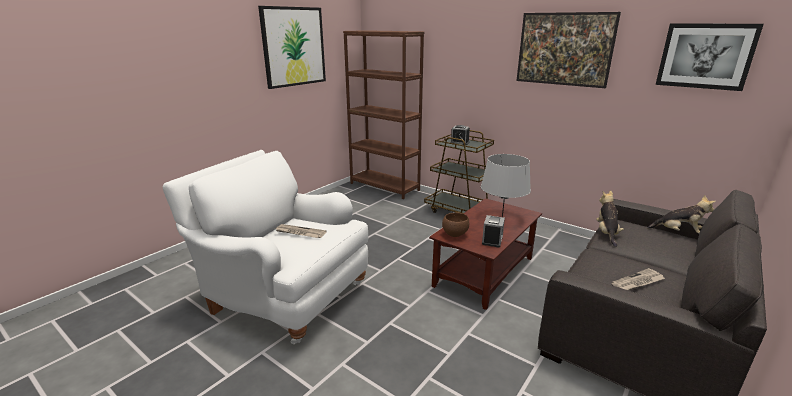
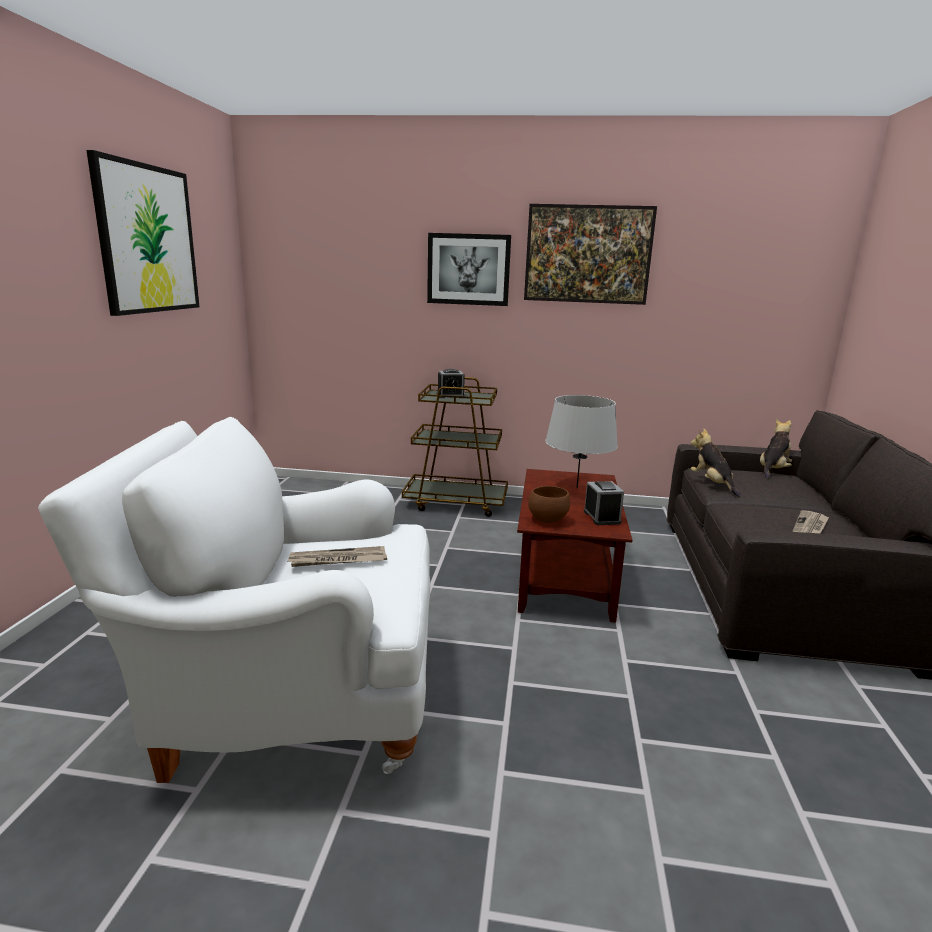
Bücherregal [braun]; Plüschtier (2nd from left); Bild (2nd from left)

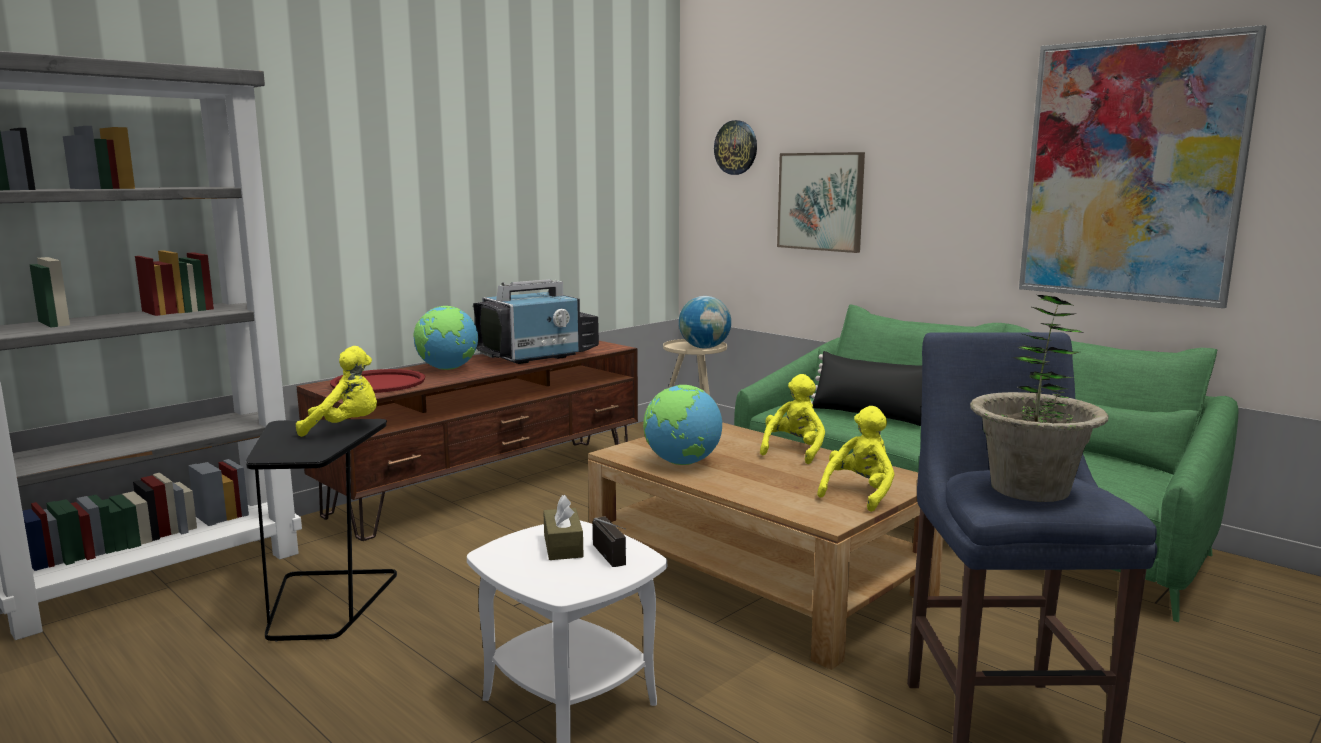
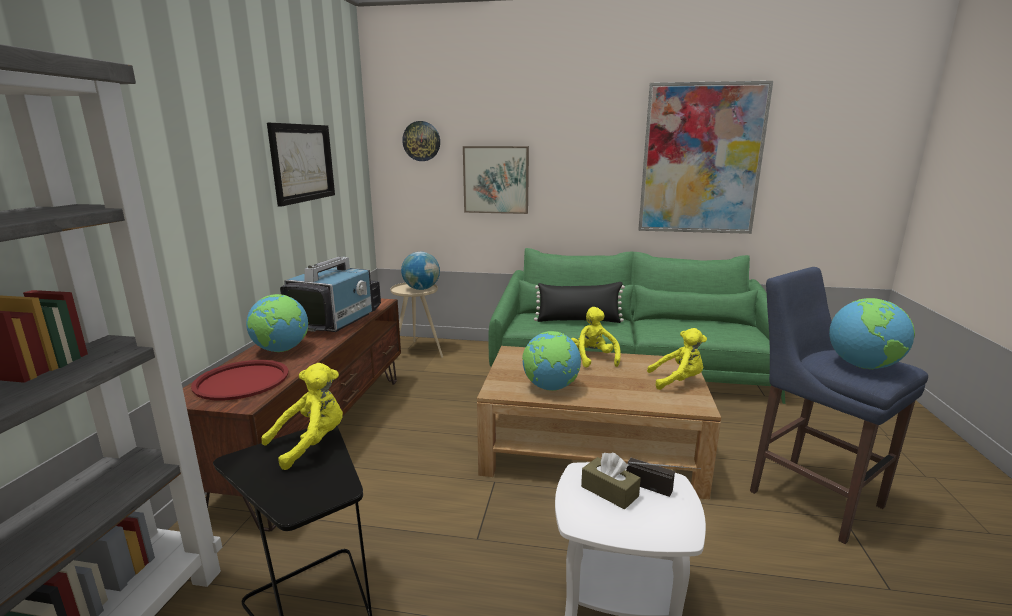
Plüschtier [gelb] (3rd from left); Globus (4th from left); Bild (1st from left)

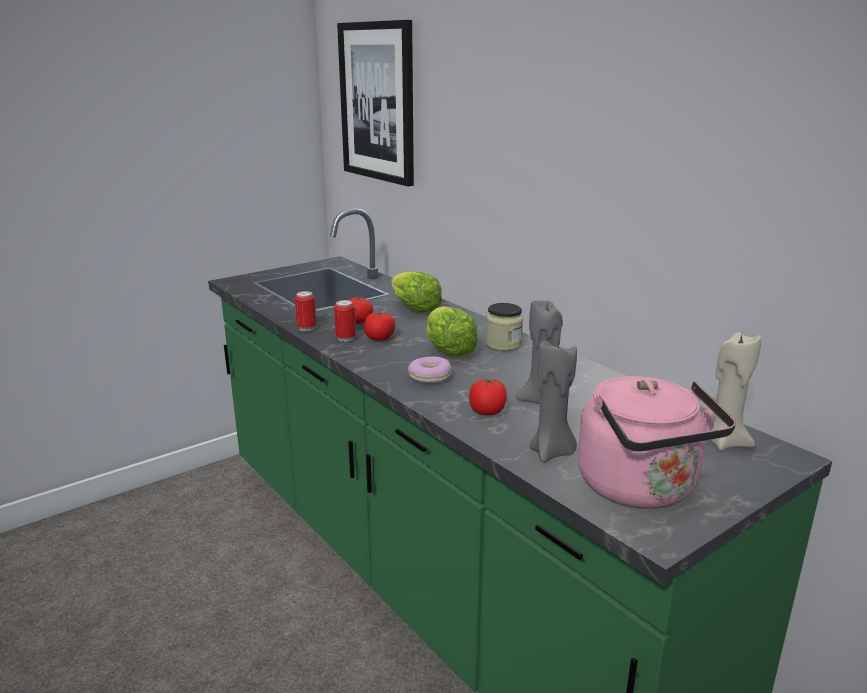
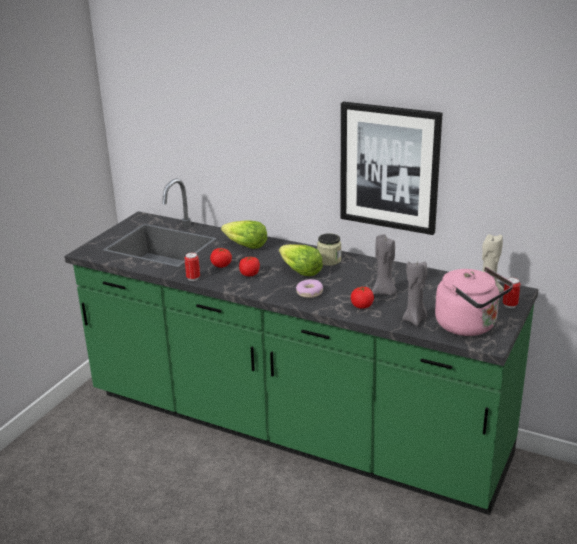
Dose (2nd from left); Bild

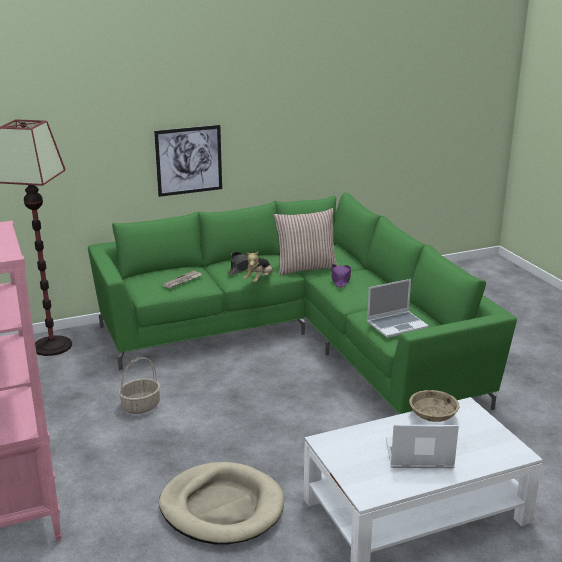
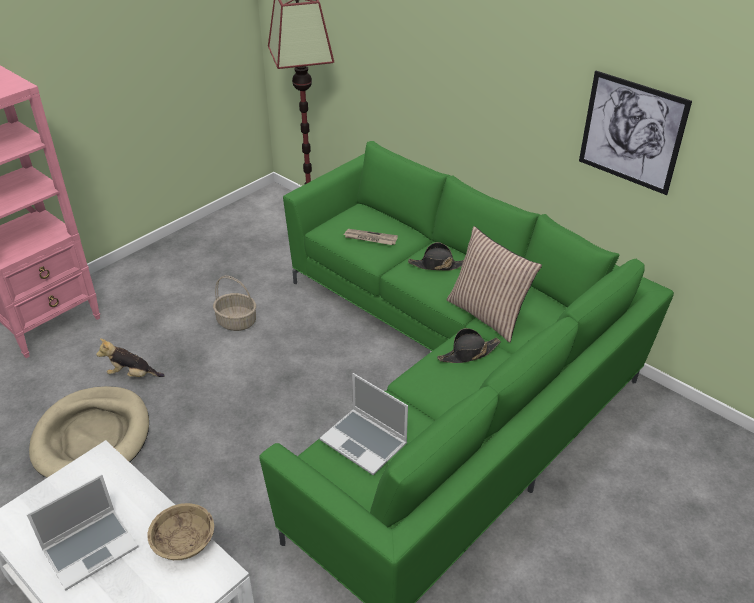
Bild; Plüschtier; Hut [schwarz] (2nd from left); Laptop (1st from left)

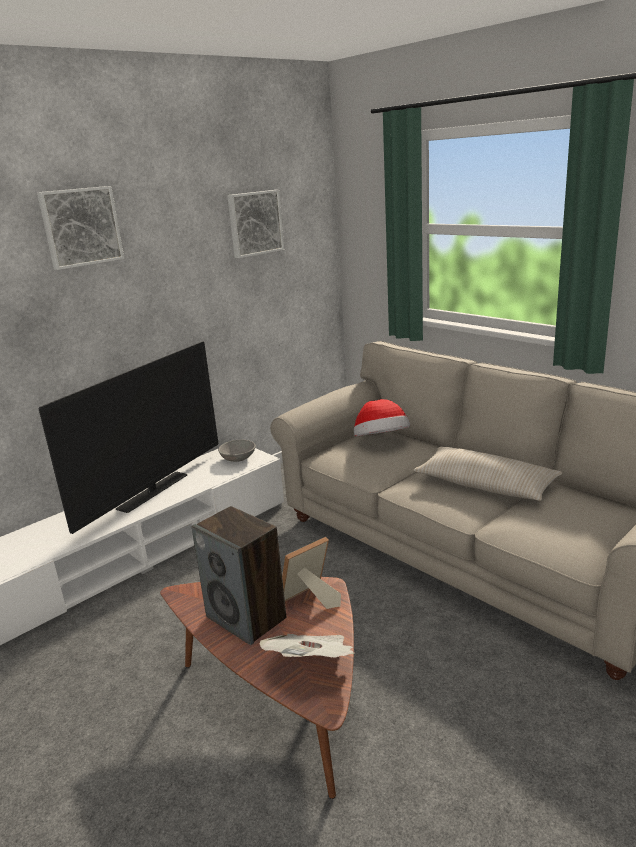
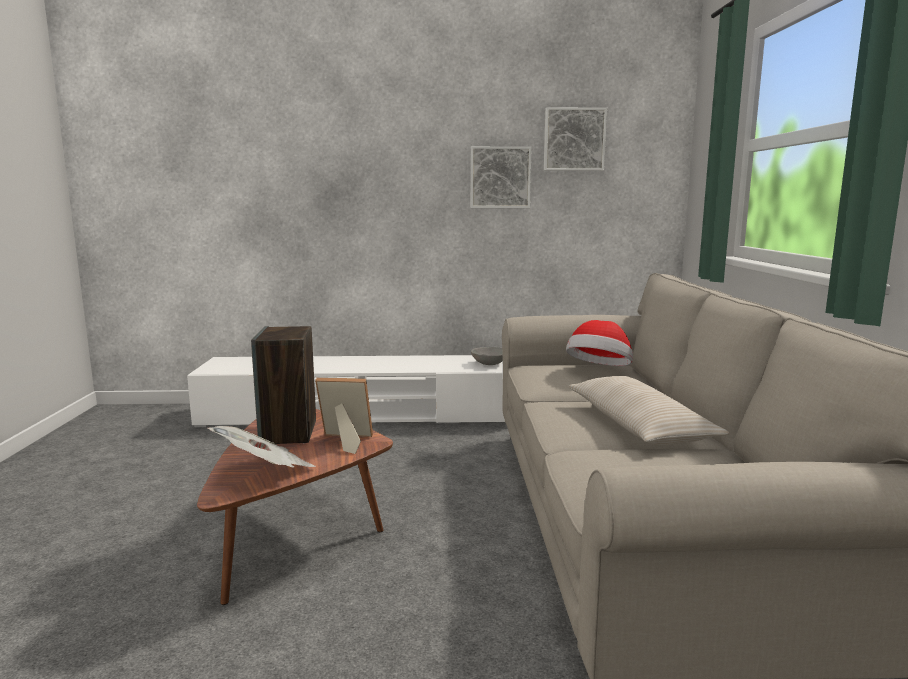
Bild (1st from left); Fernseher

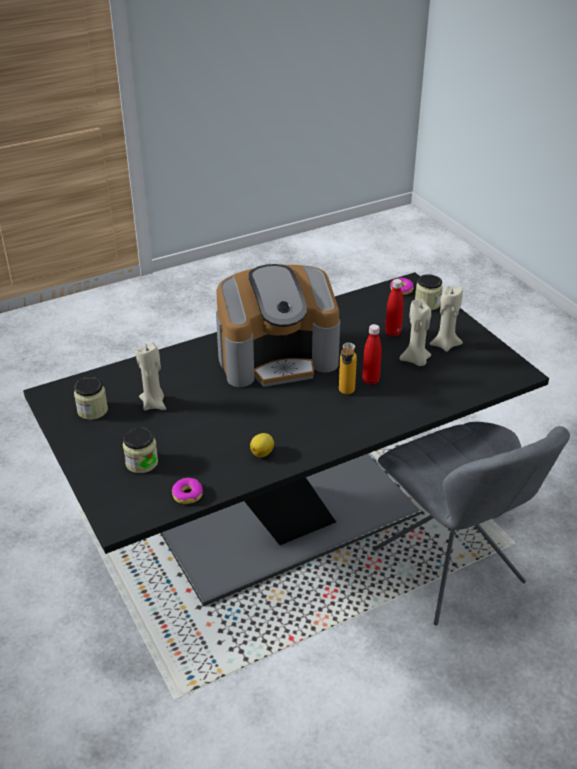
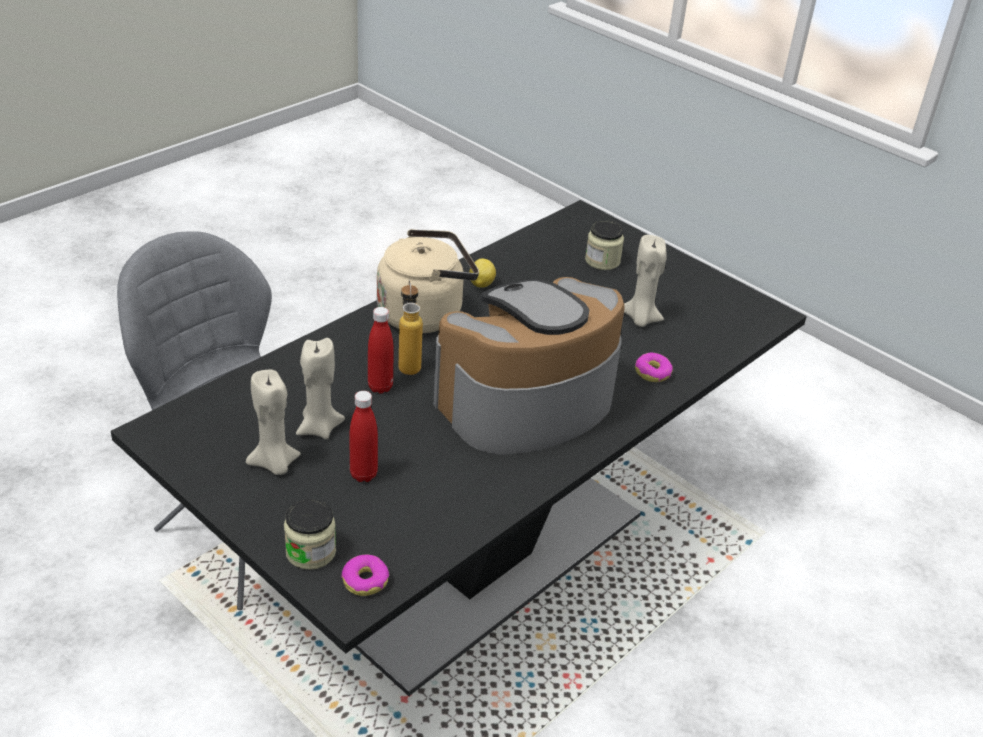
Vorratsglas (1st from left in the first image); Donut (2nd from left); Wasserkessel [beige]

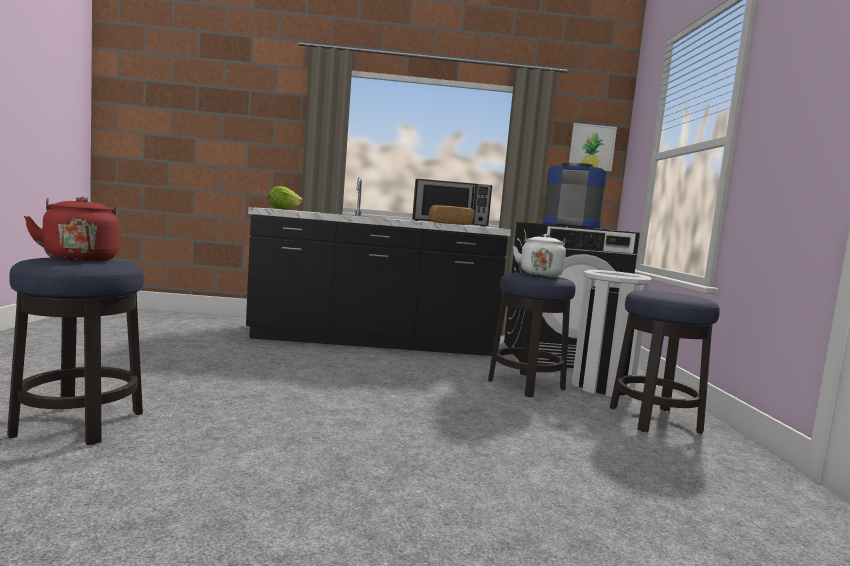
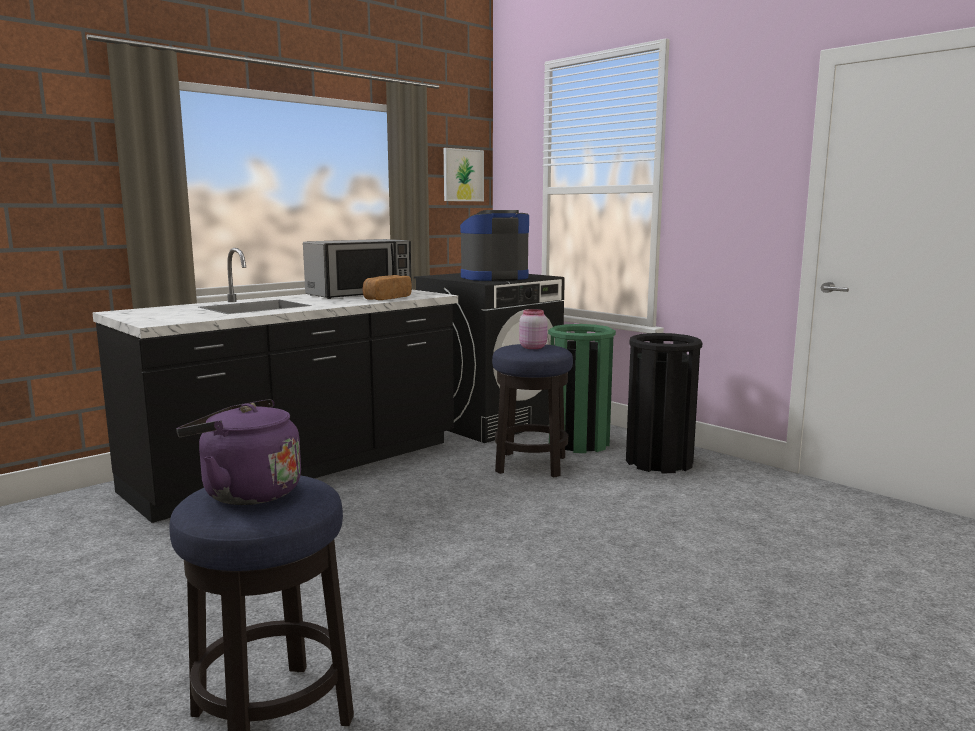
Wasserkessel [lila]; Salatkopf; Vorratsglas [rosa]; Mülleimer [grün]; Mülleimer [schwarz]

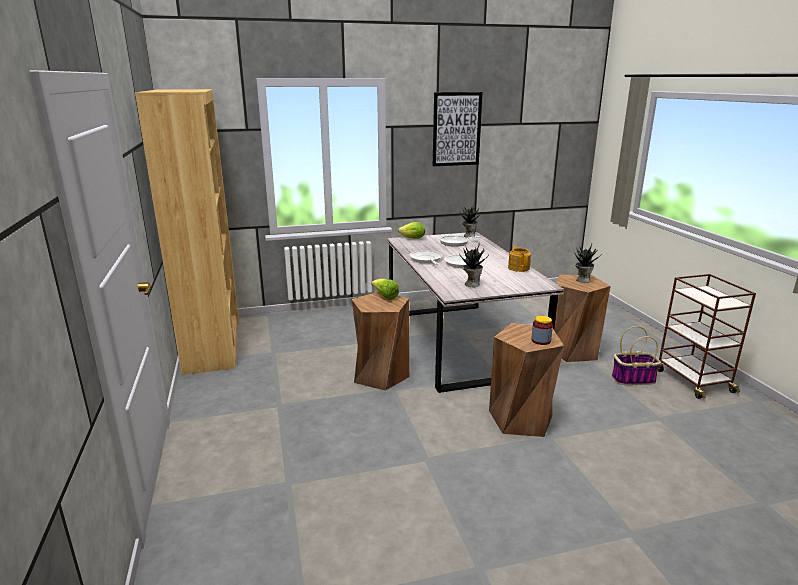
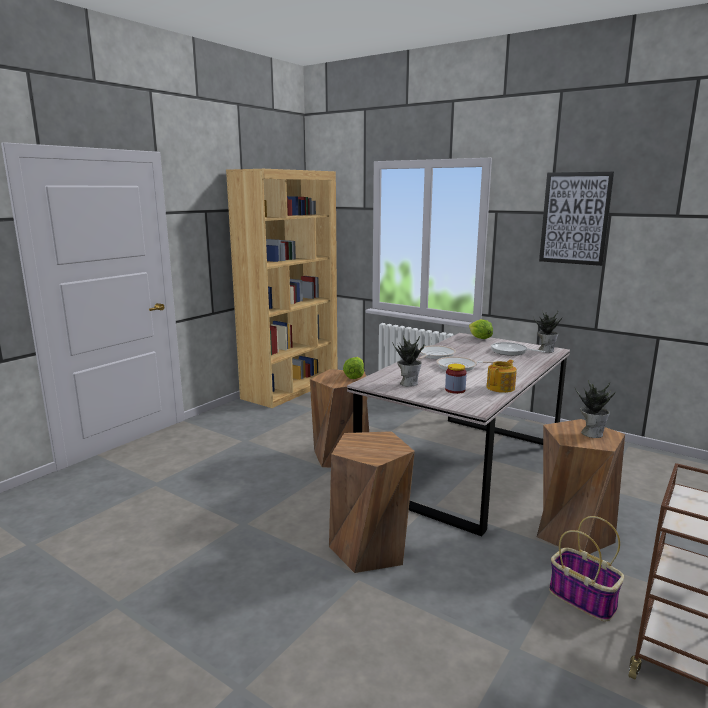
Vorratsglas

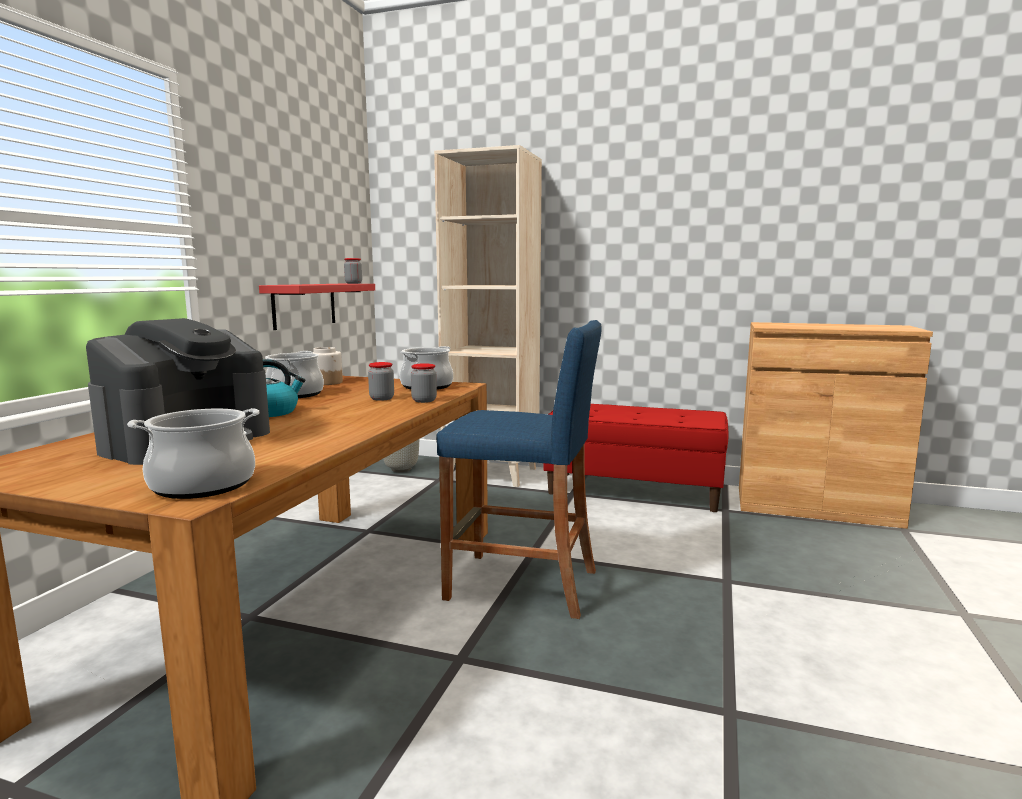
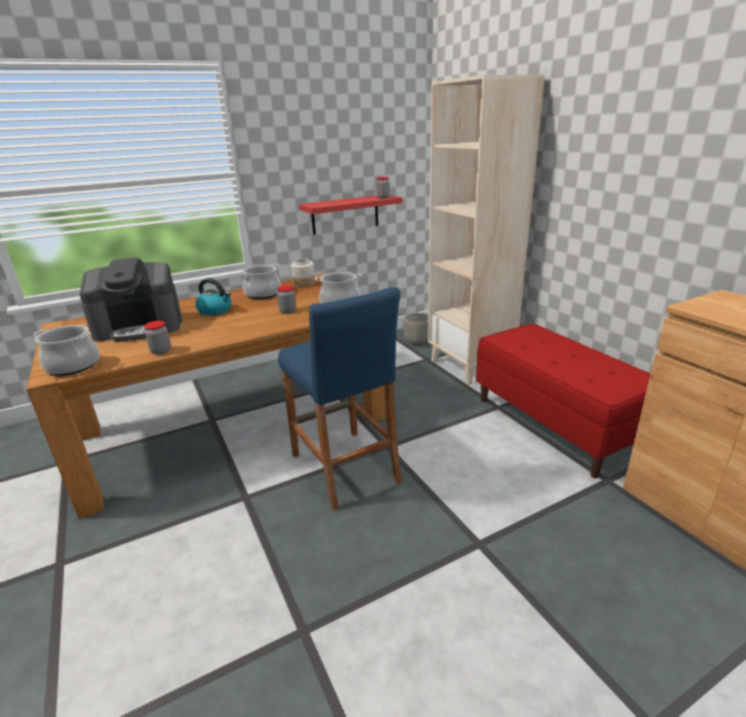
Vorratsglas (1st from left)

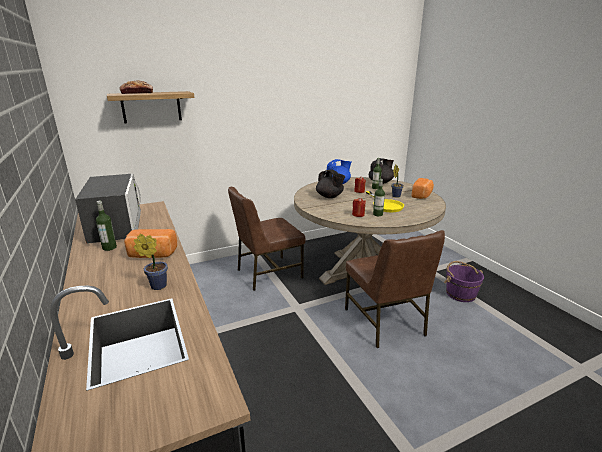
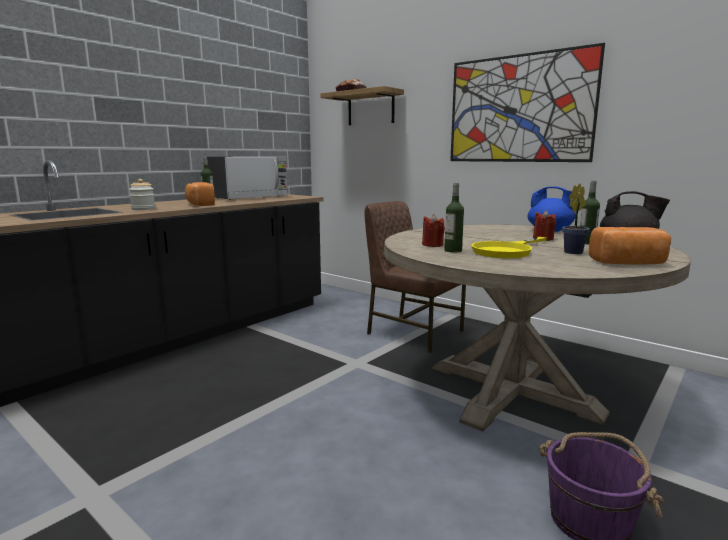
Vorratsglas; Teekanne [schwarz] (1st from left in the first image); Stuhl [braun] (2nd from left in the first image); Bild

